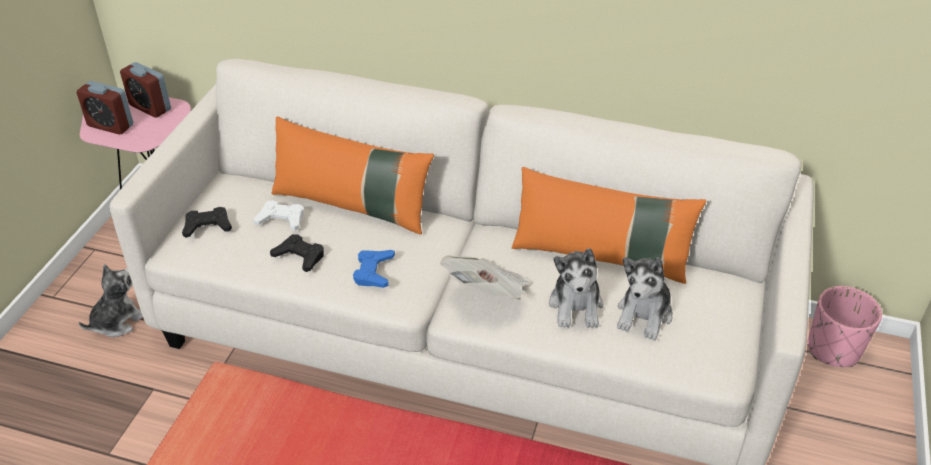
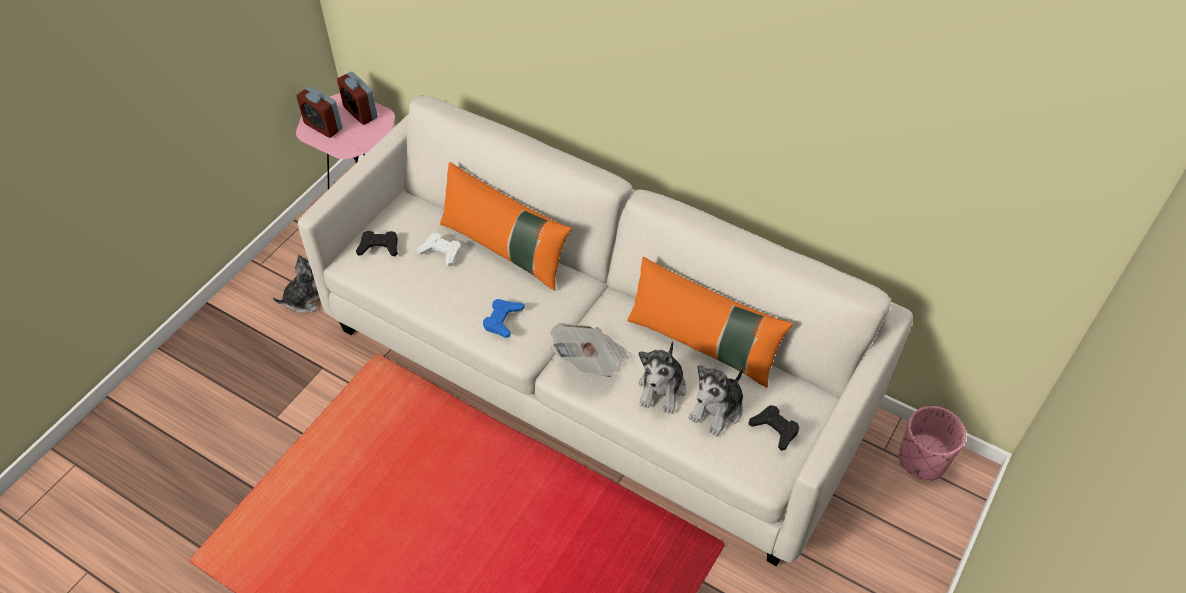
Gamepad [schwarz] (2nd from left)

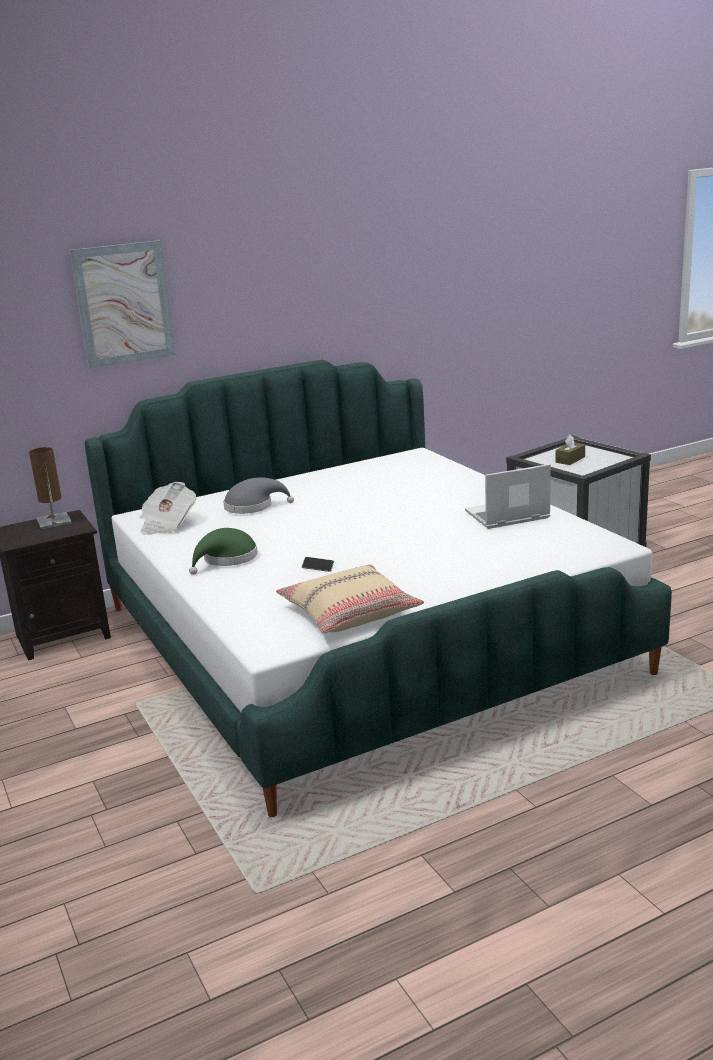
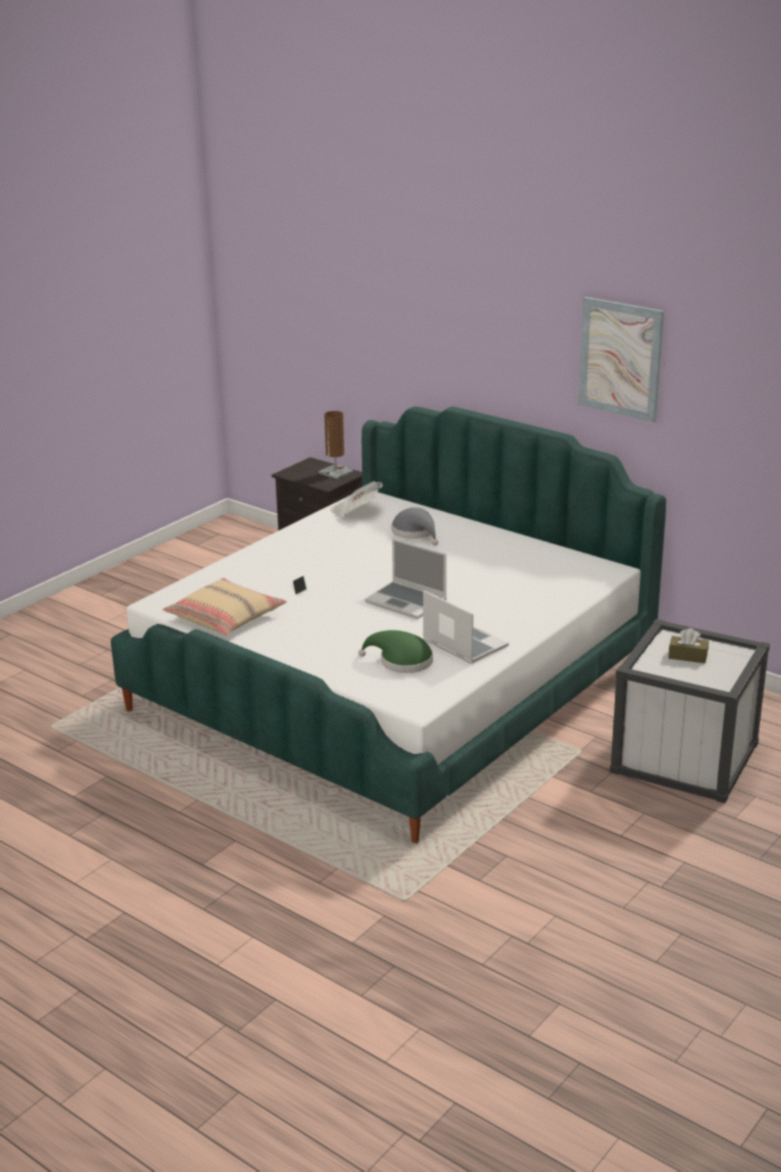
Bild; Hut [grün]; Laptop (1st from left)

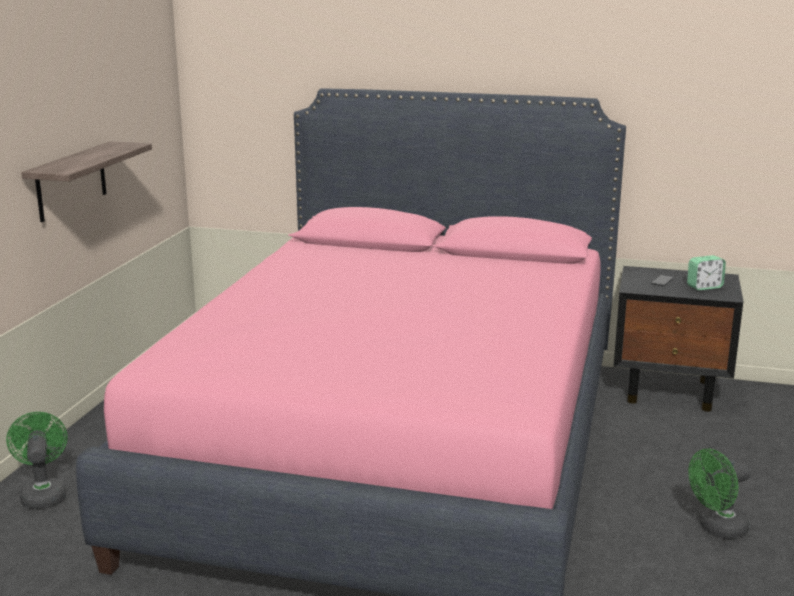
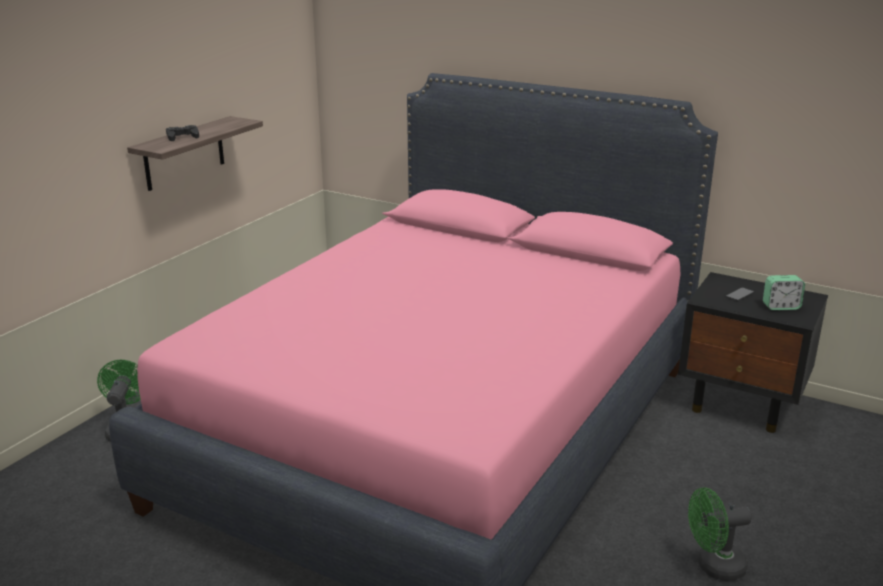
Gamepad [schwarz]

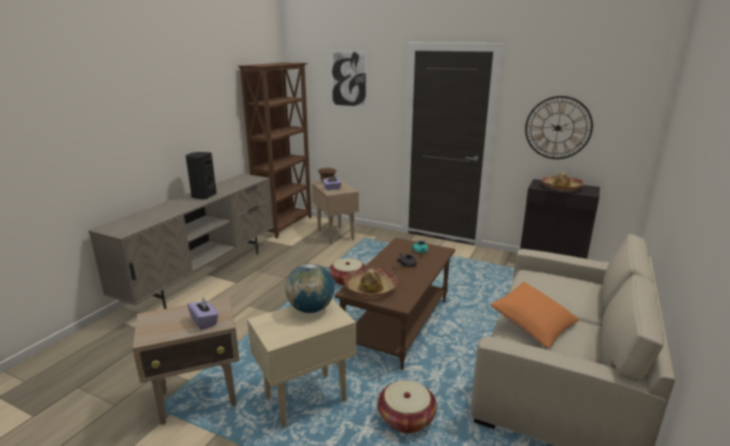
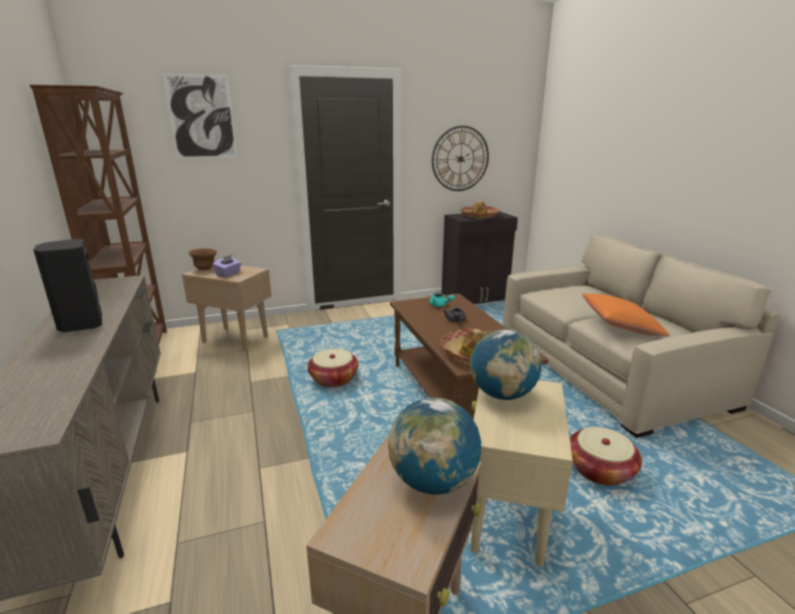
Globus (1st from left)

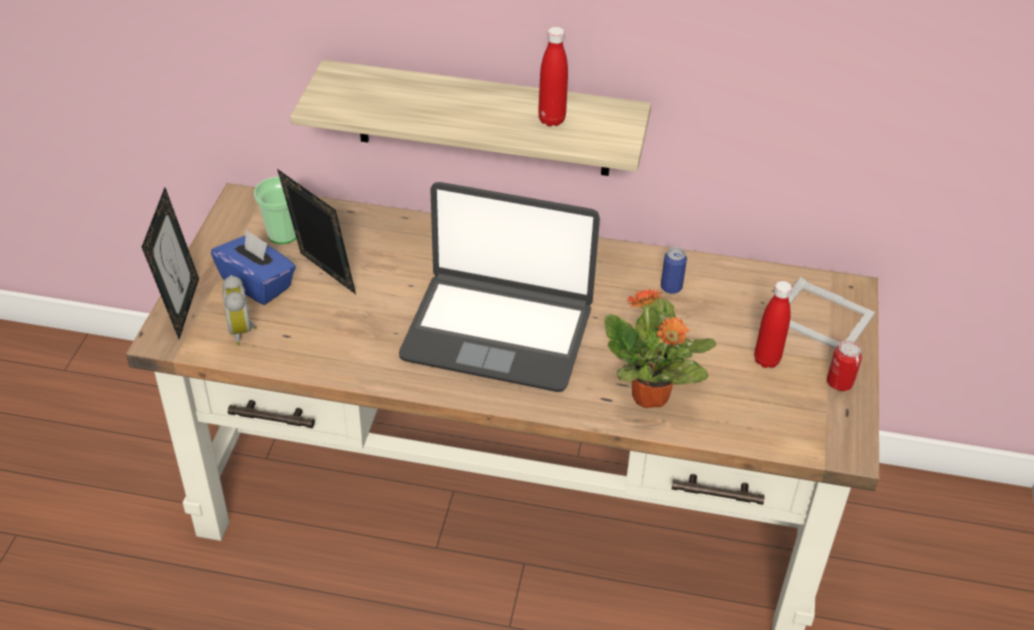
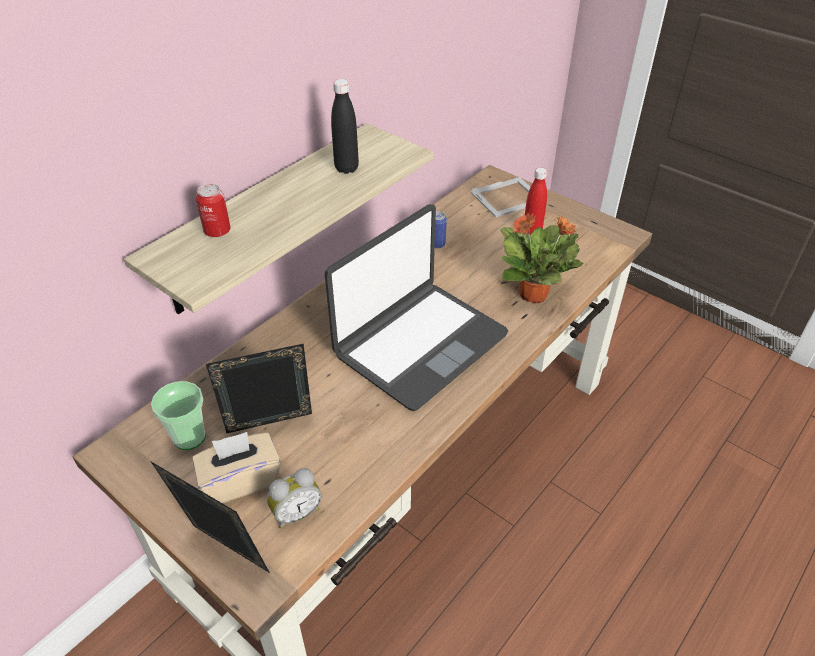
Taschentuchbox [beige]; Wecker; Flasche [schwarz]; Dose (1st from left)

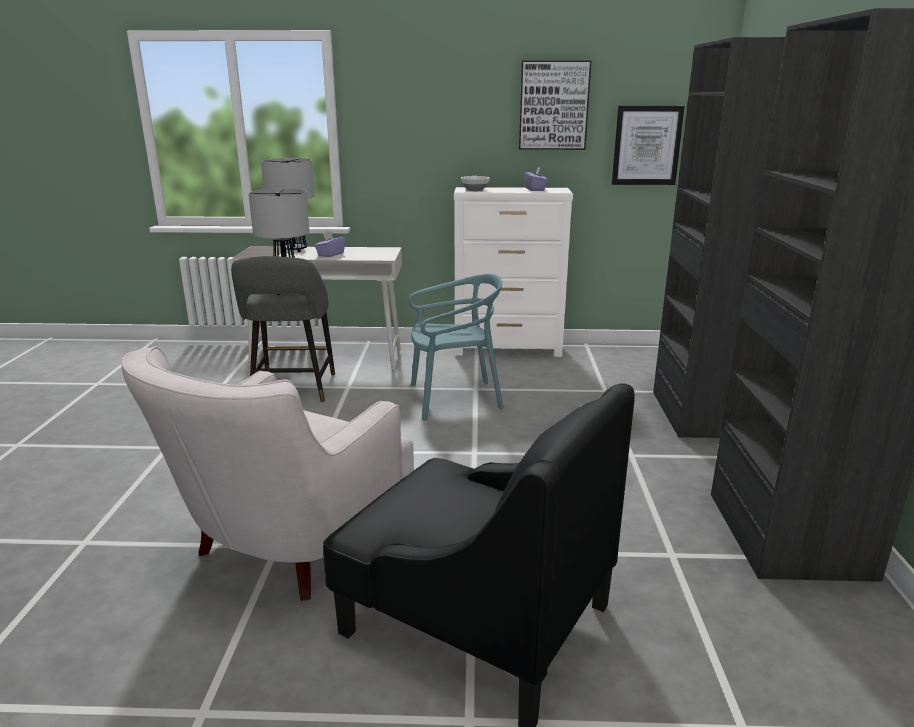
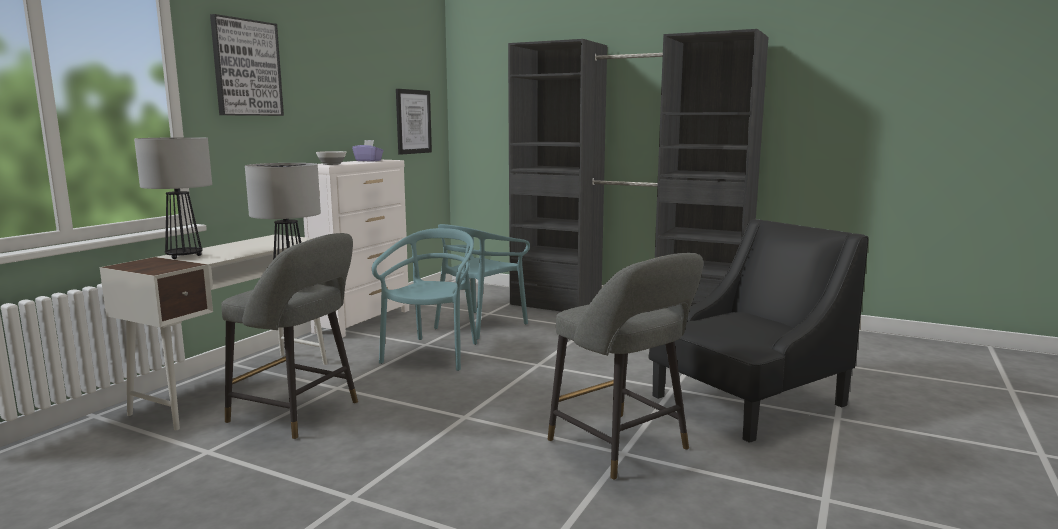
Hocker [grau] (2nd from left); Taschentuchbox [lila] (1st from left in the first image); Bild (1st from left); Stuhl [türkis] (2nd from left)

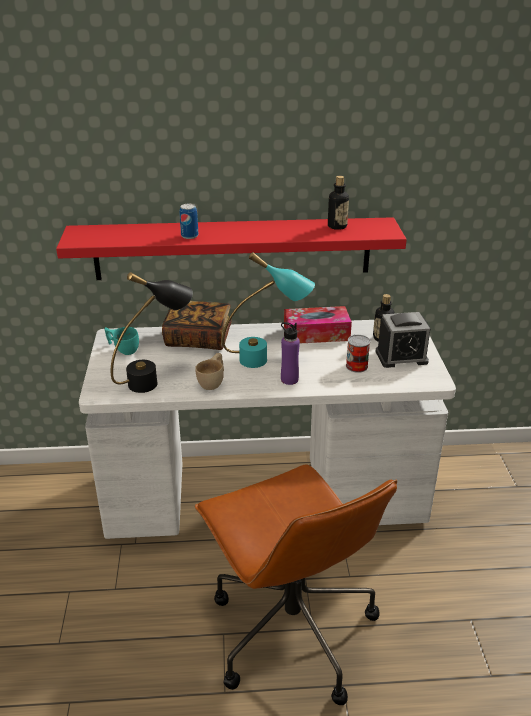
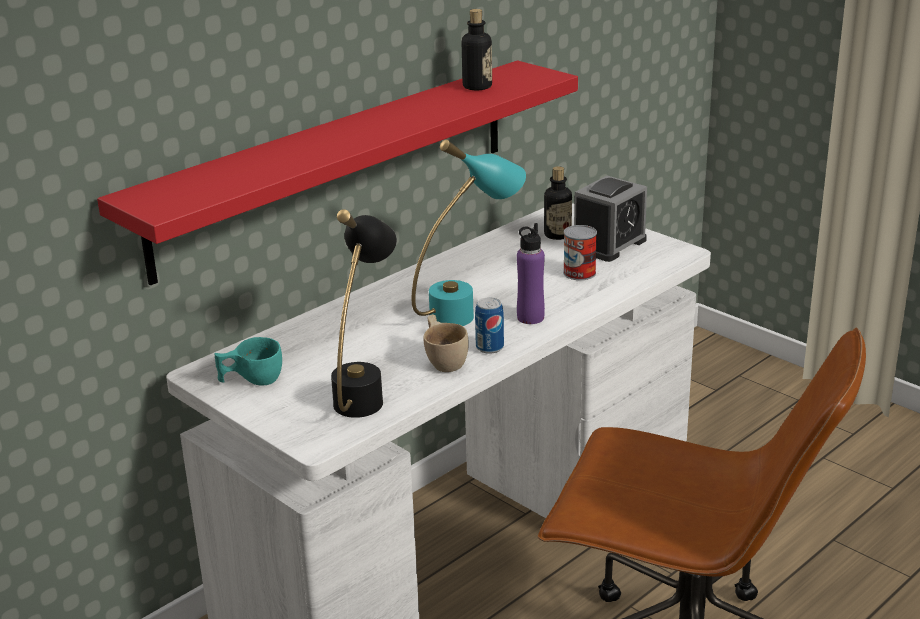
Buch; Dose (1st from left); Taschentuchbox

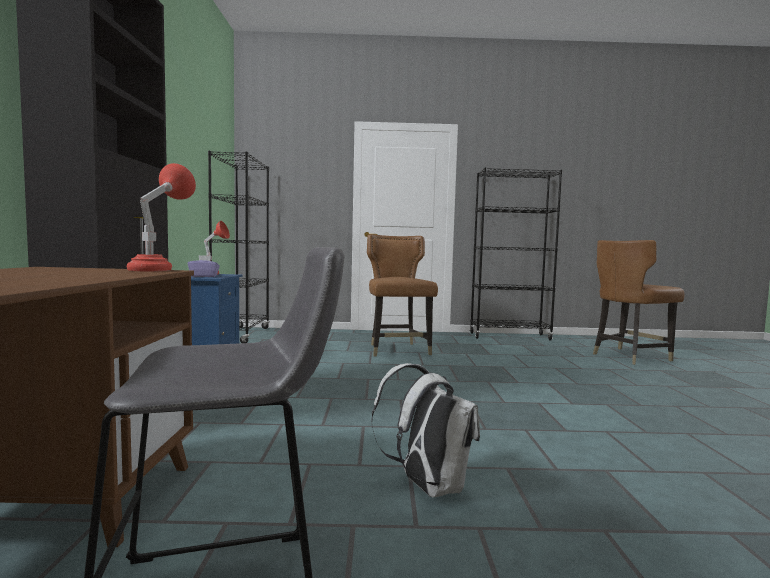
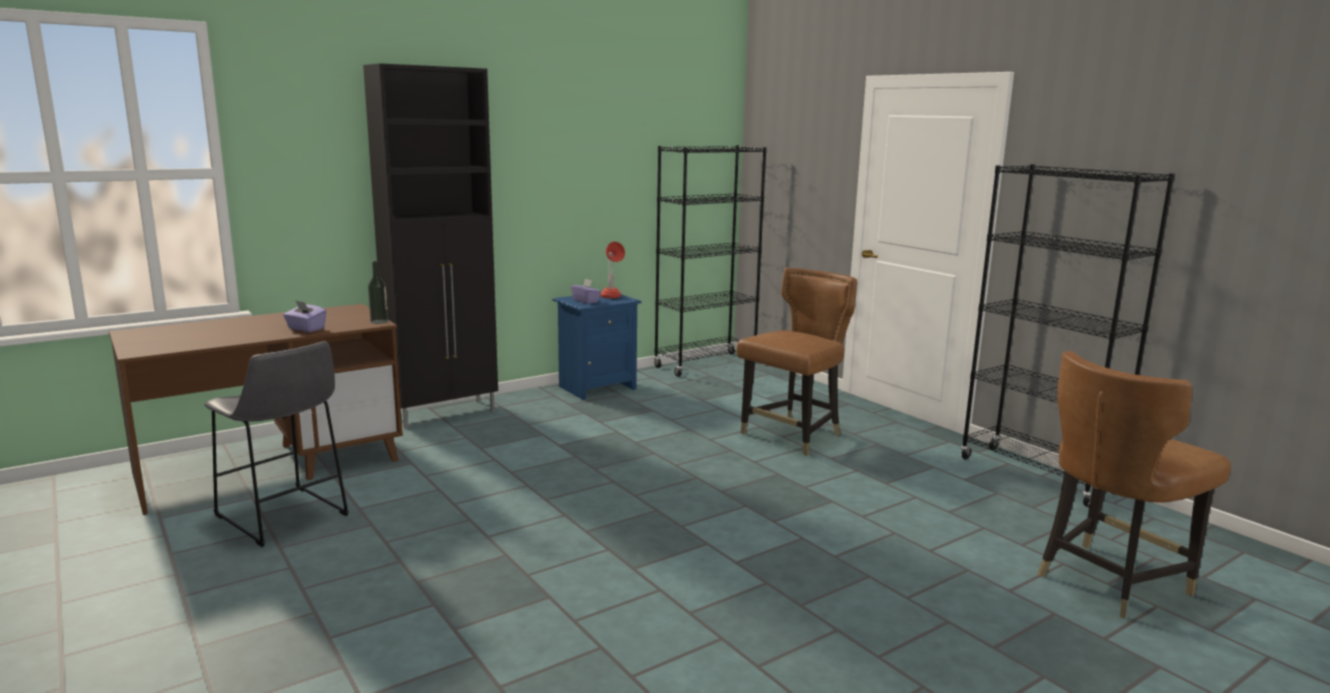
Flasche; Rucksack [weiß]; Stuhl [braun] (2nd from left); Taschentuchbox [lila] (1st from left)

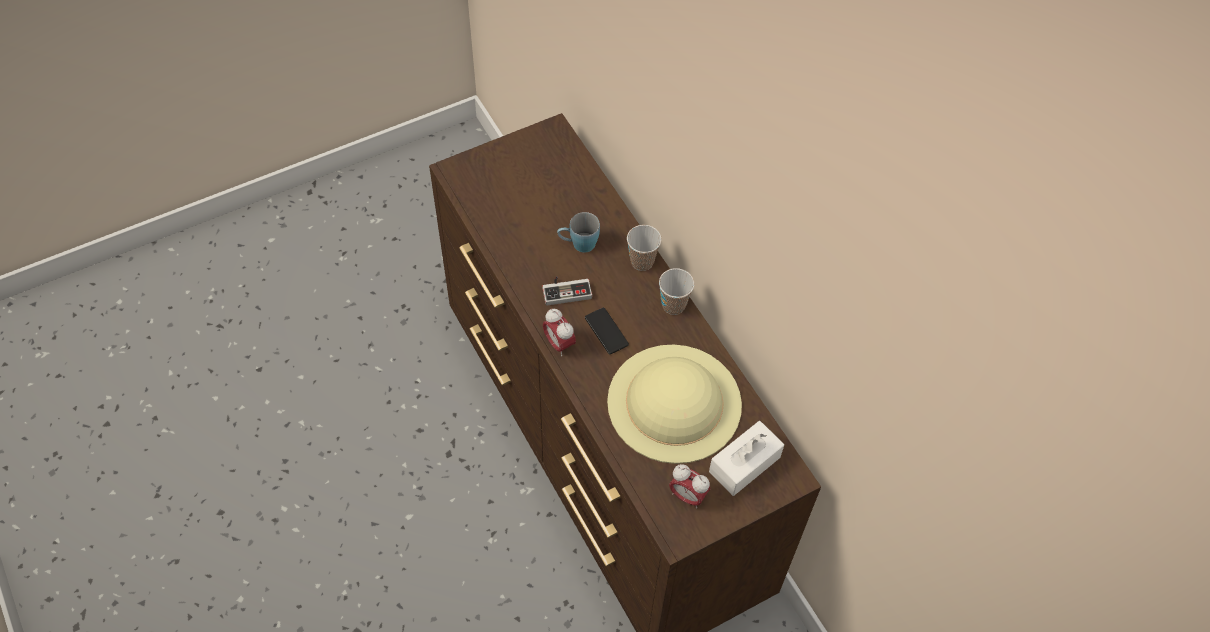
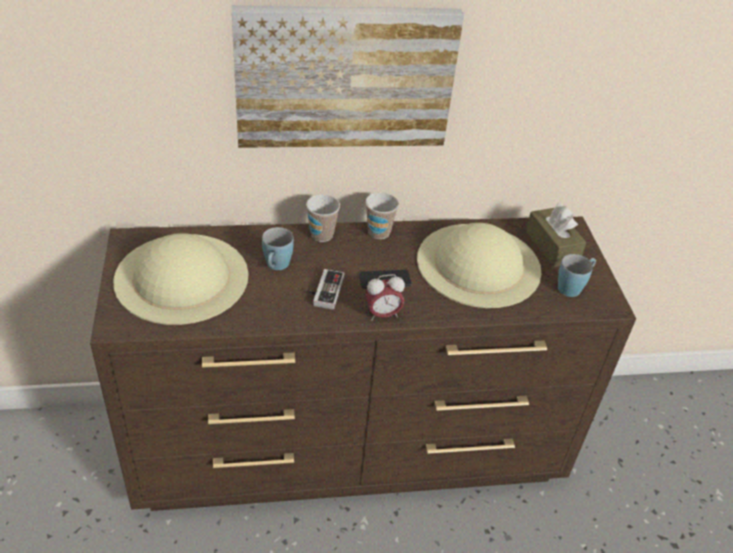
Henkelbecher [blau] (2nd from left); Taschentuchbox [braun]; Hut [beige] (1st from left); Bild

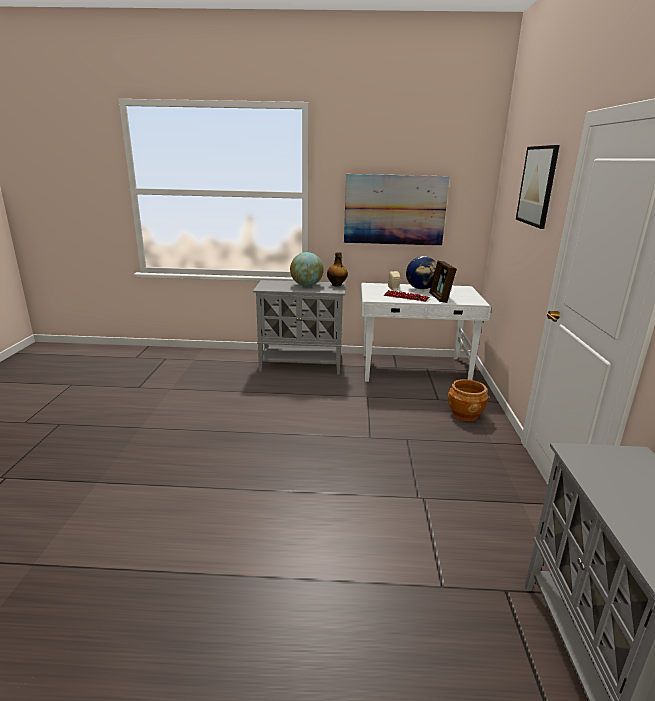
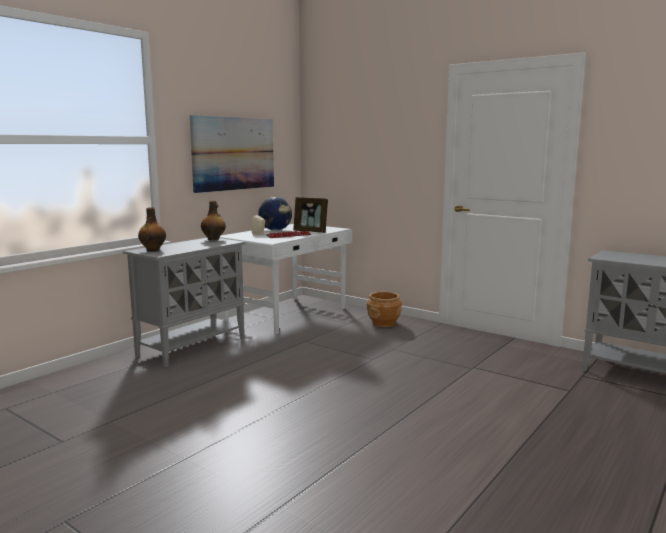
Globus (1st from left in the first image); Bild (2nd from left in the first image); Flasche (1st from left)

